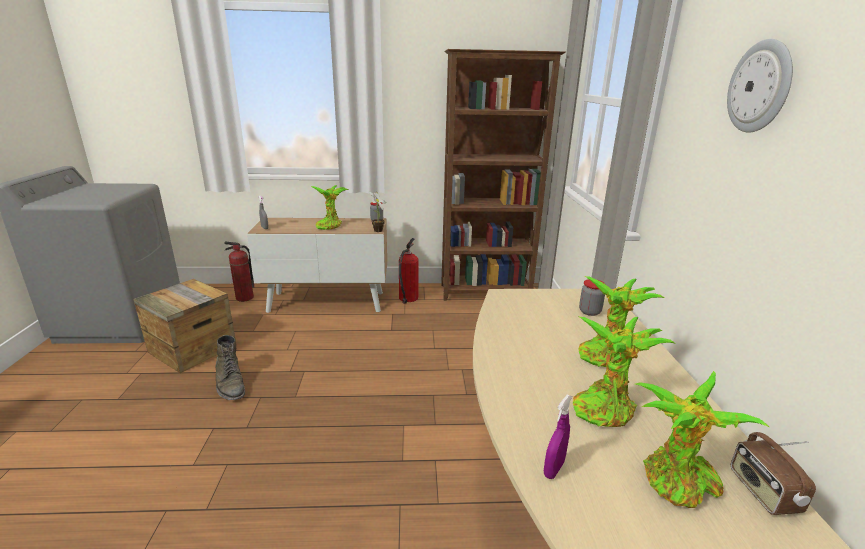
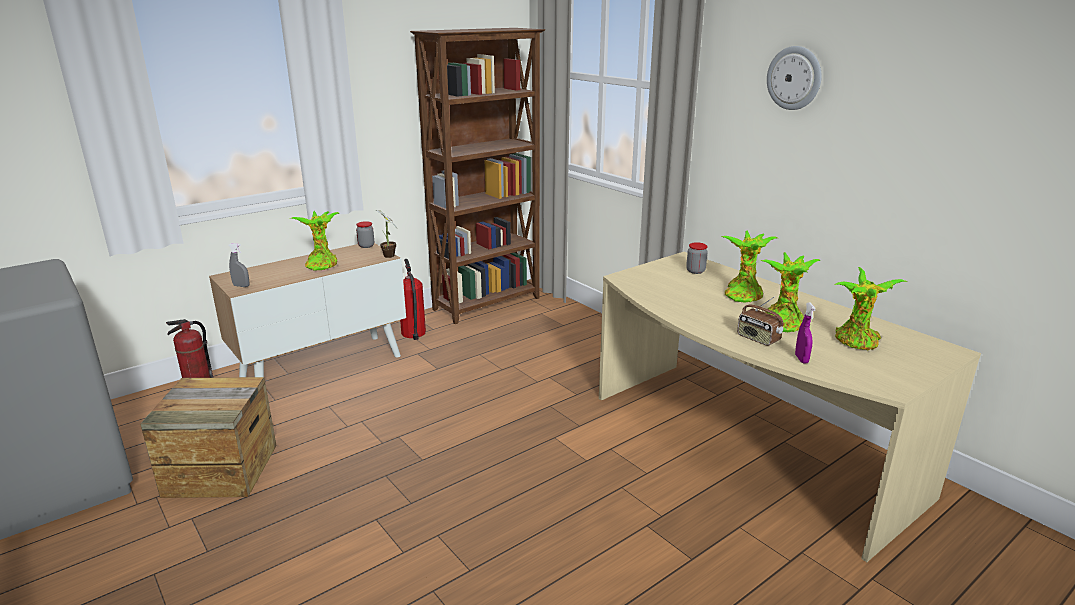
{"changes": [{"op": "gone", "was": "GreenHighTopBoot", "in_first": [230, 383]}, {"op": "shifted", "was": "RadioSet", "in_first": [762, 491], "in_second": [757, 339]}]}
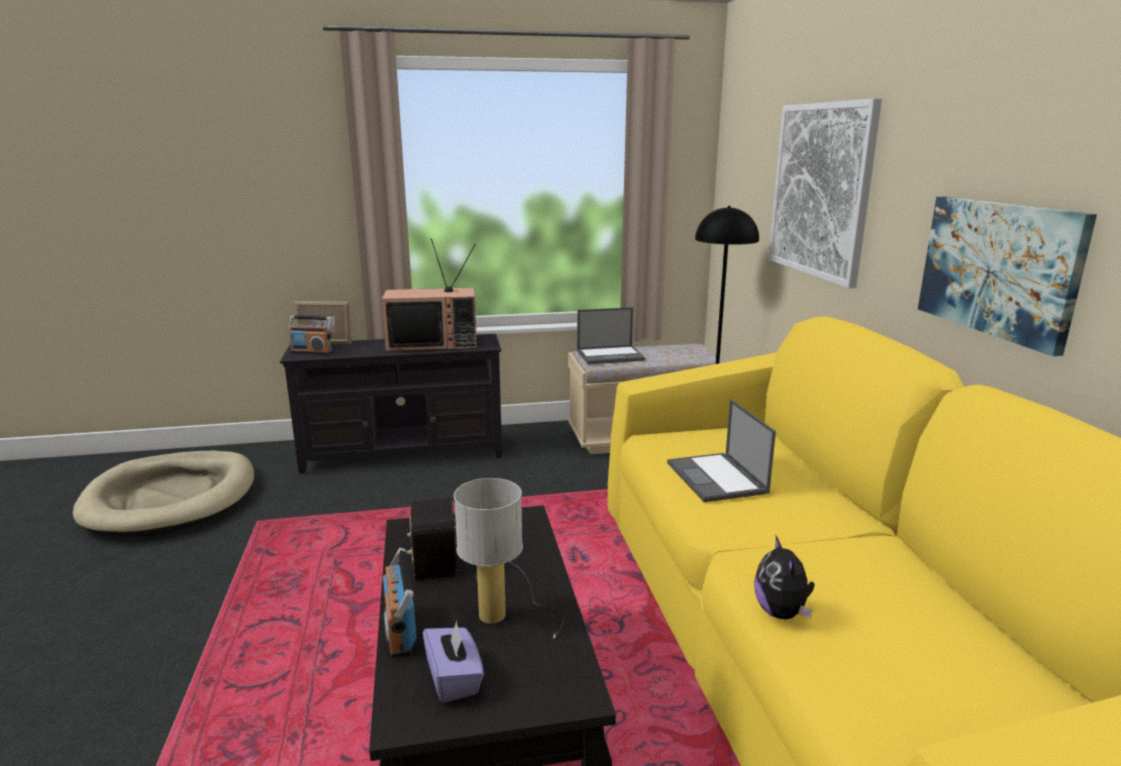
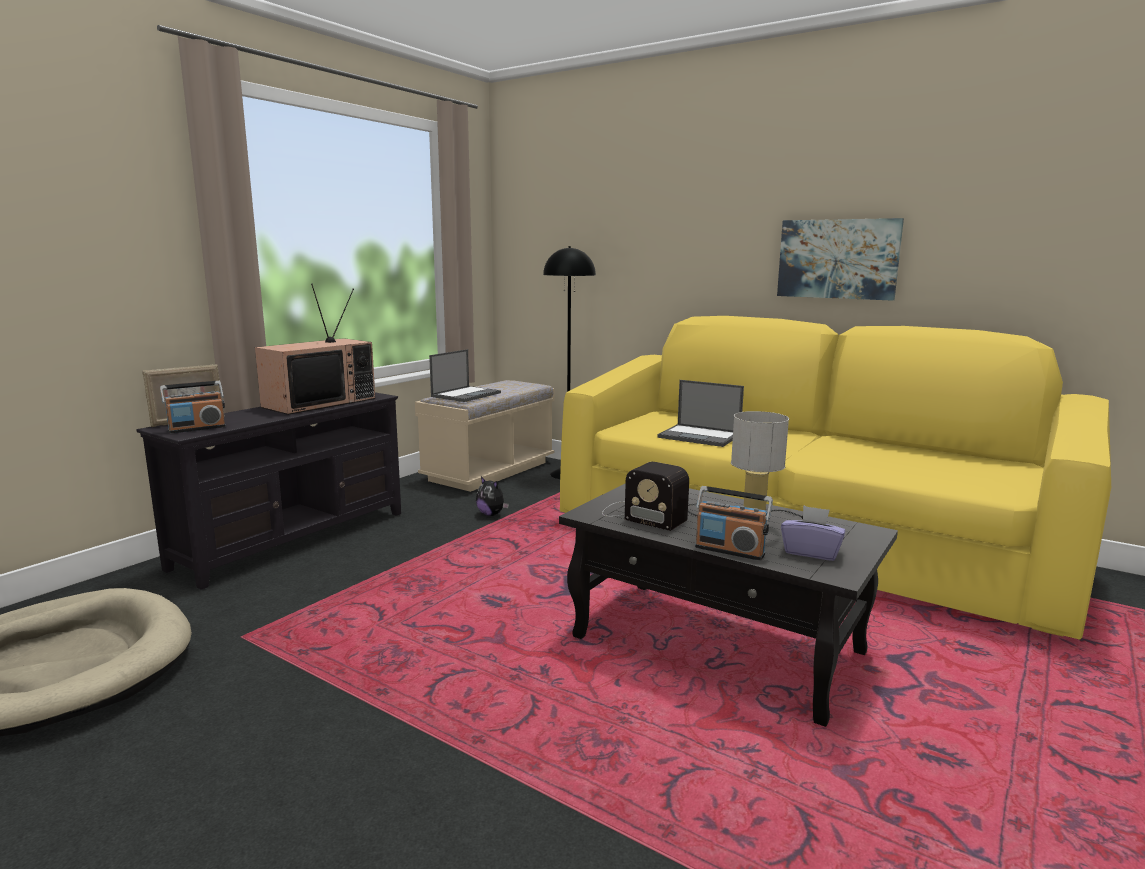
{"changes": [{"op": "shifted", "was": "PlushToy", "in_first": [781, 613], "in_second": [491, 514]}, {"op": "gone", "was": "WallPicture", "in_first": [820, 190]}]}
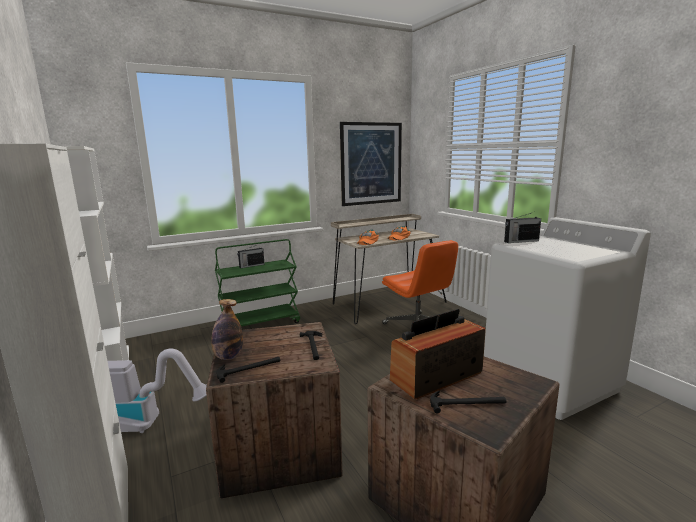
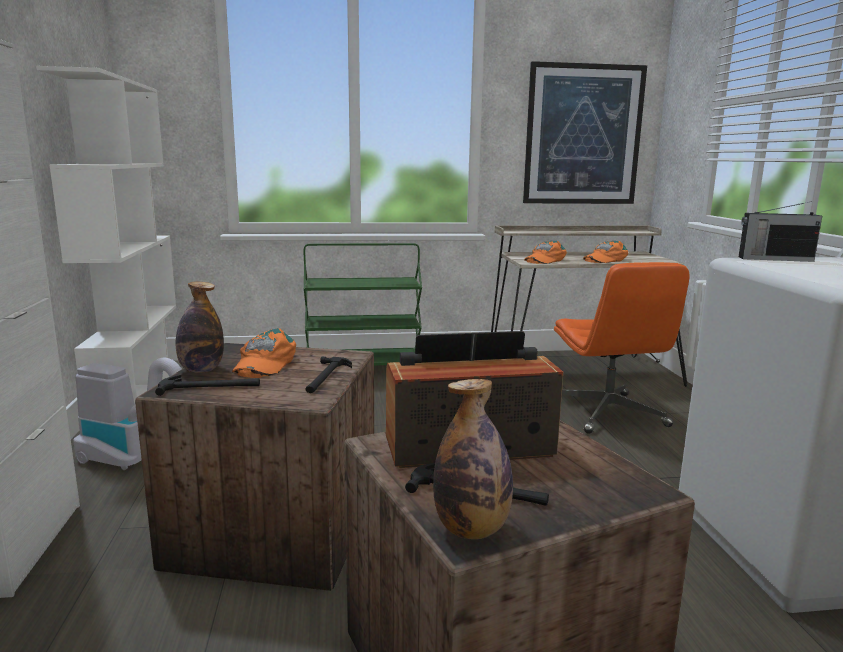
{"changes": [{"op": "gone", "was": "RadioSet", "in_first": [251, 265]}, {"op": "new", "now": "OrangeCap", "in_second": [264, 363]}, {"op": "new", "now": "BeverageBottle", "in_second": [472, 529]}]}
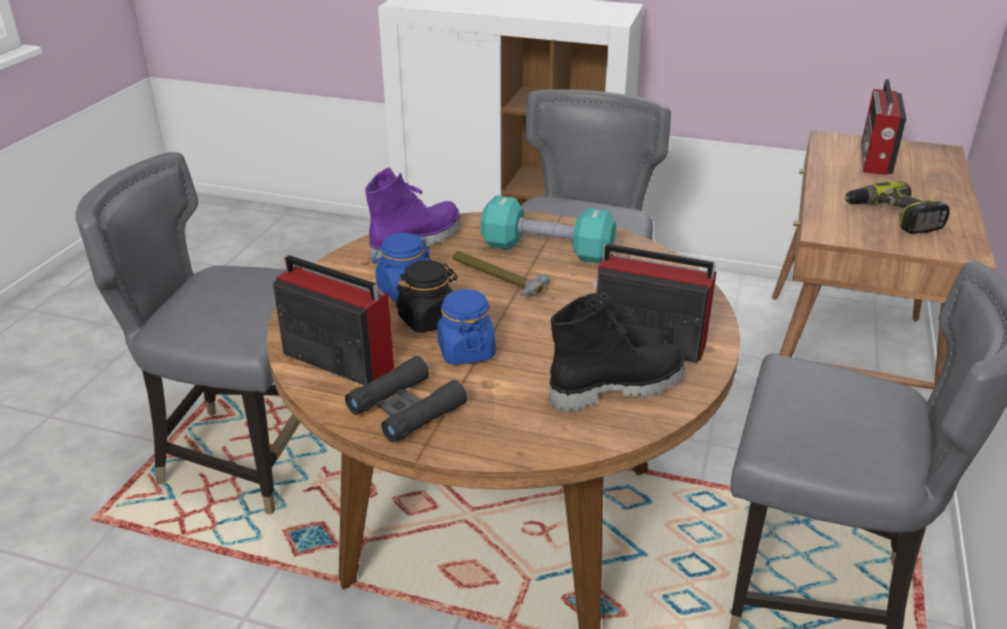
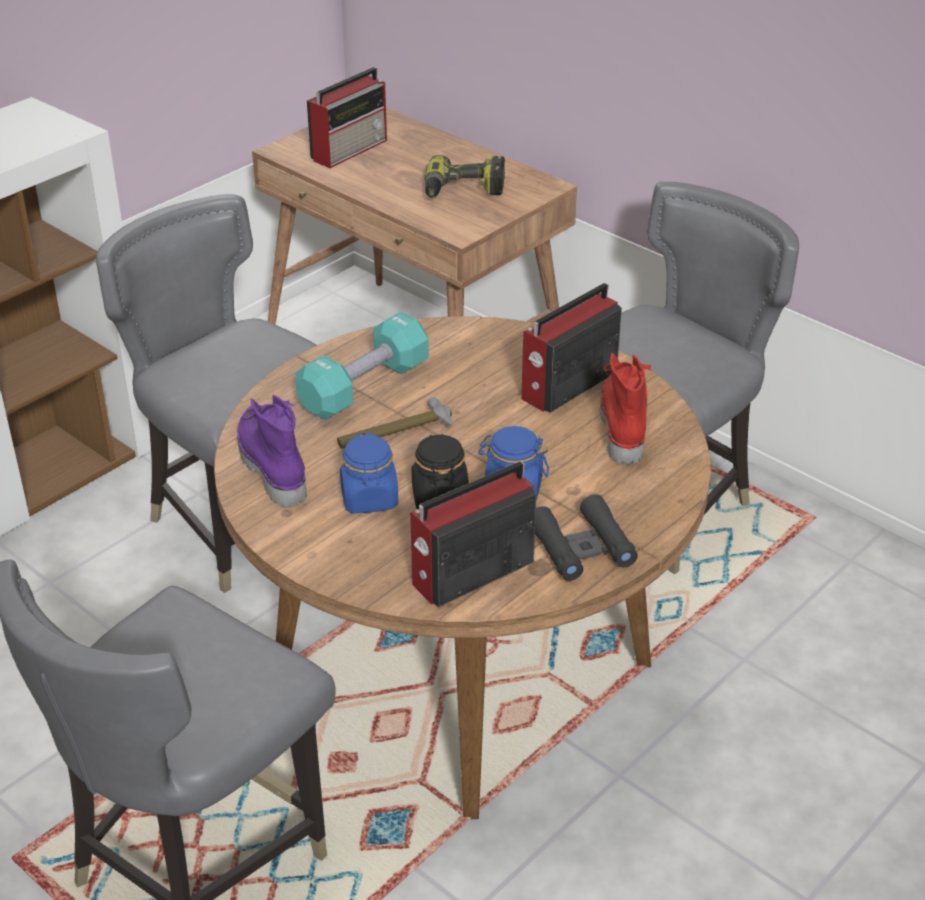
{"changes": [{"op": "repainted", "was": "BlackHighTopBoot", "now": "RedHighTopBoot", "in_first": [615, 387], "in_second": [622, 424]}, {"op": "rotated", "was": "RadioSet", "in_first": [875, 160], "in_second": [351, 149], "clockwise": -90}]}
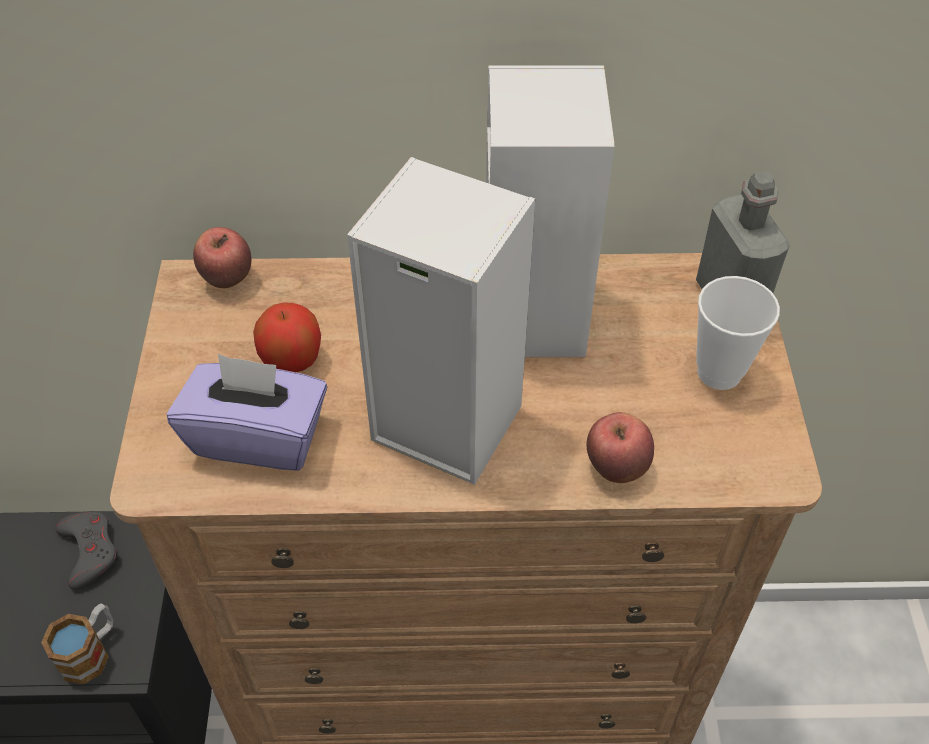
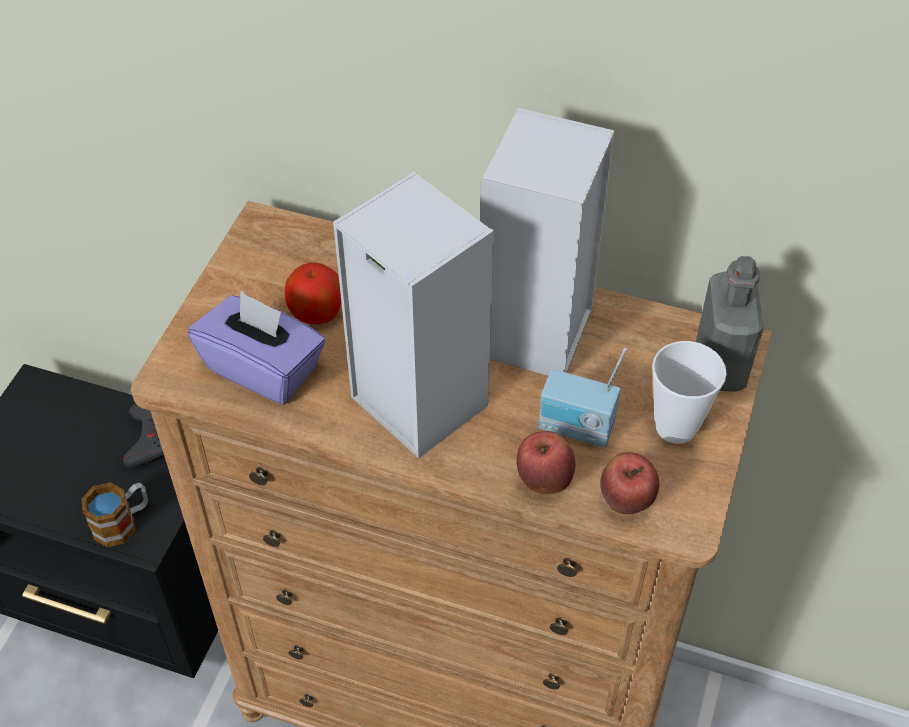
{"changes": [{"op": "shifted", "was": "WholeApple", "in_first": [227, 279], "in_second": [626, 501]}, {"op": "new", "now": "RadioSet", "in_second": [575, 429]}]}
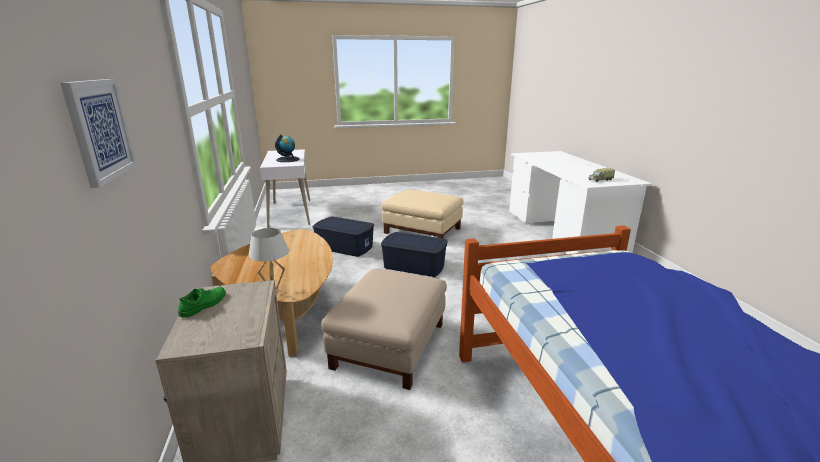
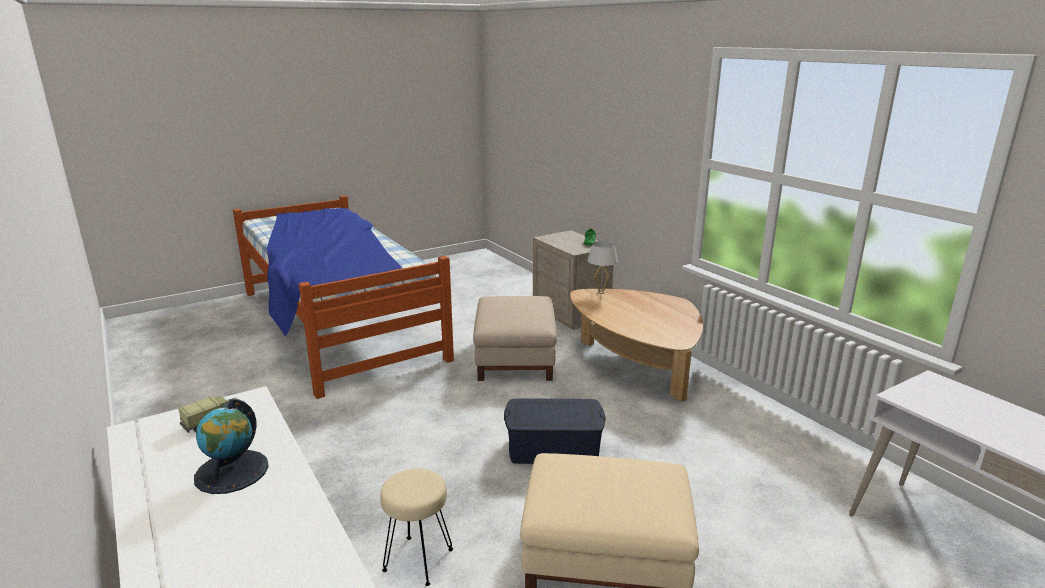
{"changes": [{"op": "gone", "was": "WallPicture", "in_first": [99, 130]}, {"op": "shifted", "was": "WorldGlobe", "in_first": [288, 159], "in_second": [232, 471]}, {"op": "gone", "was": "BlueStorageBox", "in_first": [345, 247]}, {"op": "new", "now": "BeigeStool", "in_second": [419, 560]}]}
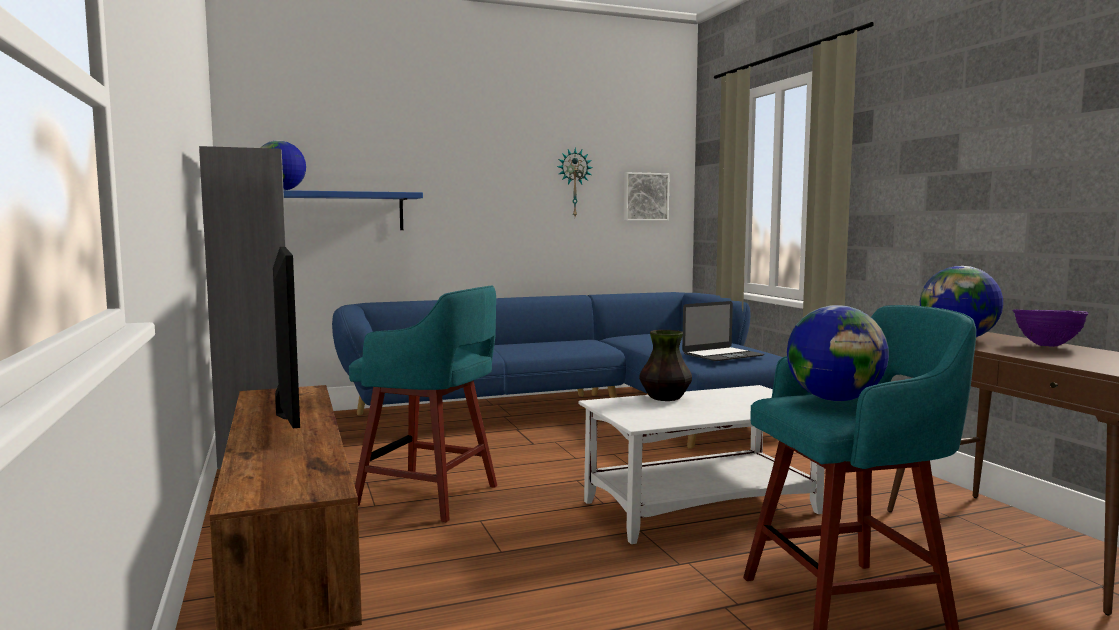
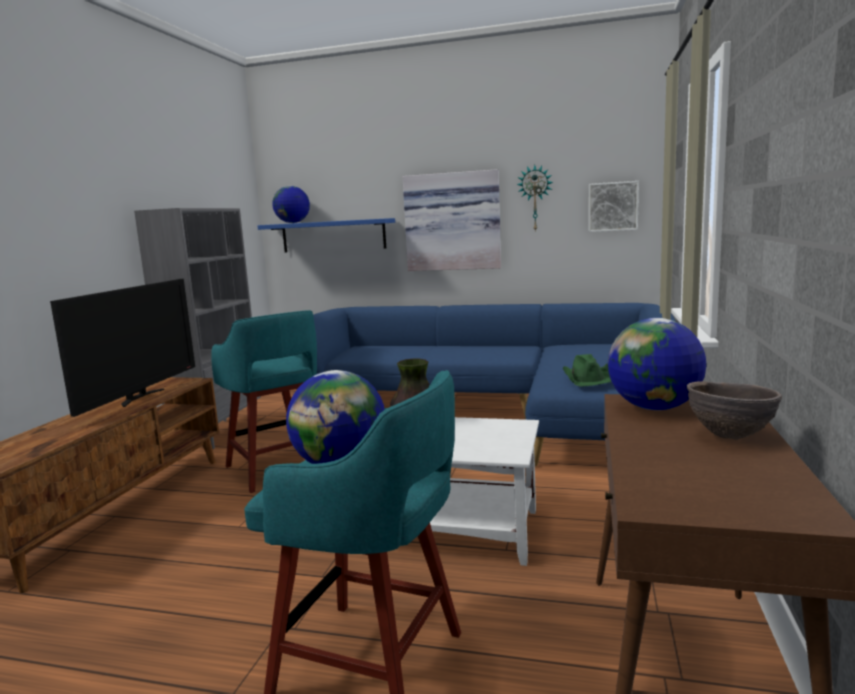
{"changes": [{"op": "swapped", "was": "NotebookComputer", "now": "GreenWearableHat", "in_first": [722, 354], "in_second": [588, 378]}, {"op": "repainted", "was": "PurpleDeepDish", "now": "BrownishDeepDish", "in_first": [1047, 346], "in_second": [730, 436]}, {"op": "new", "now": "WallPicture", "in_second": [452, 221]}]}
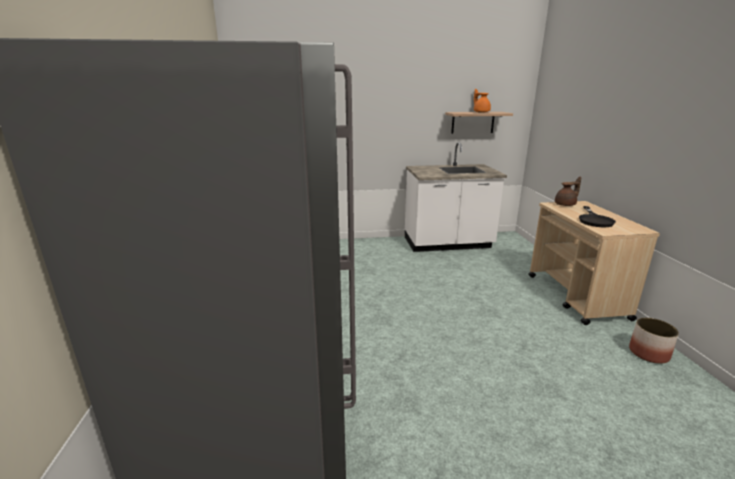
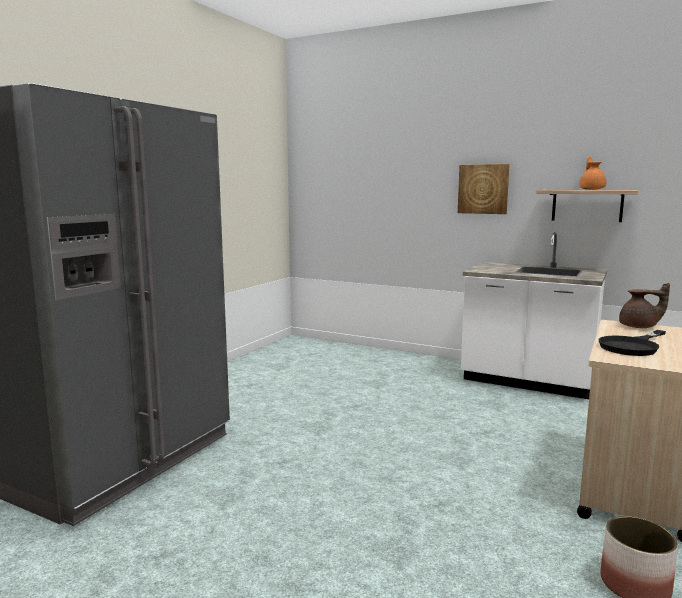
{"changes": [{"op": "new", "now": "WallPicture", "in_second": [483, 189]}]}
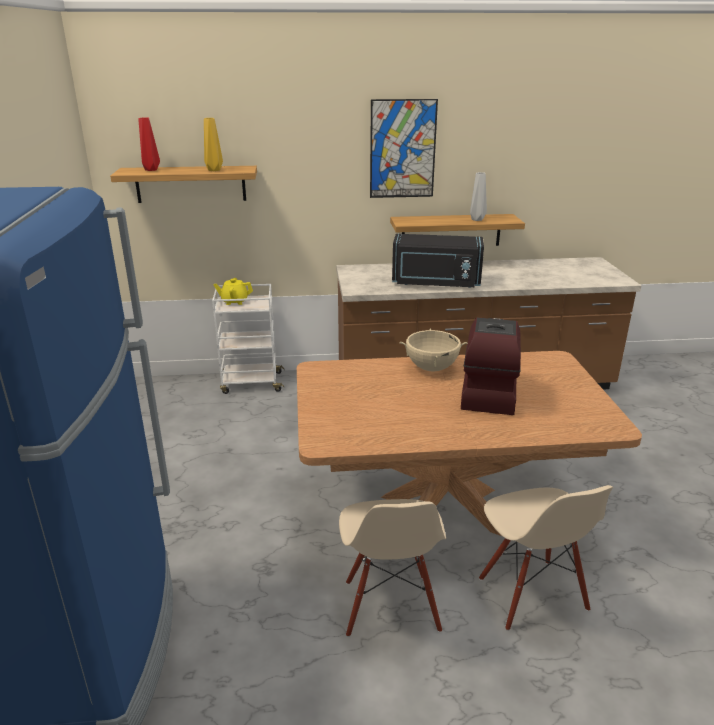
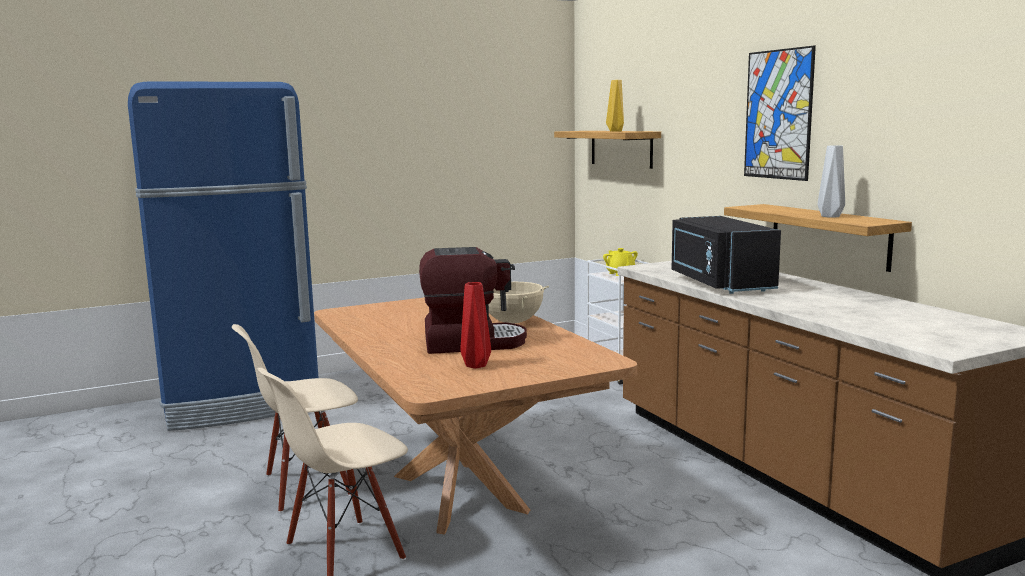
{"changes": [{"op": "shifted", "was": "RedFlowerVase", "in_first": [152, 170], "in_second": [476, 366]}]}
